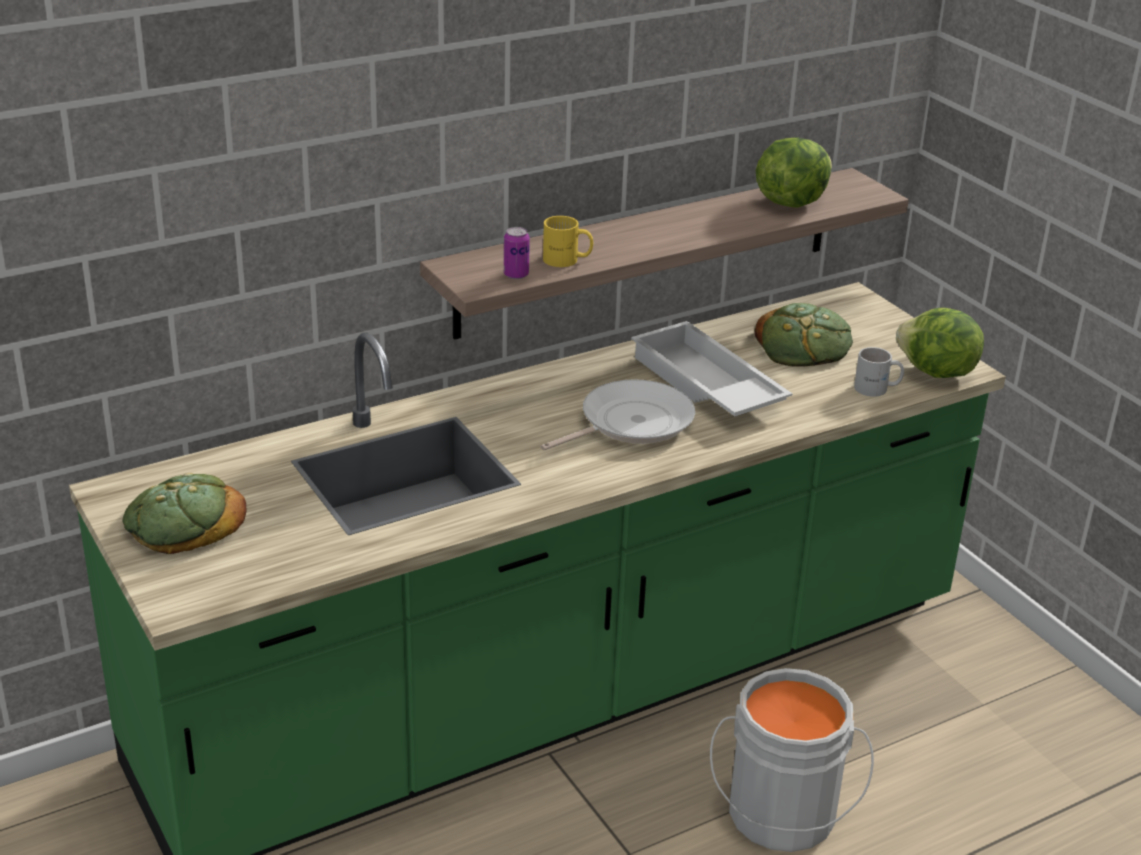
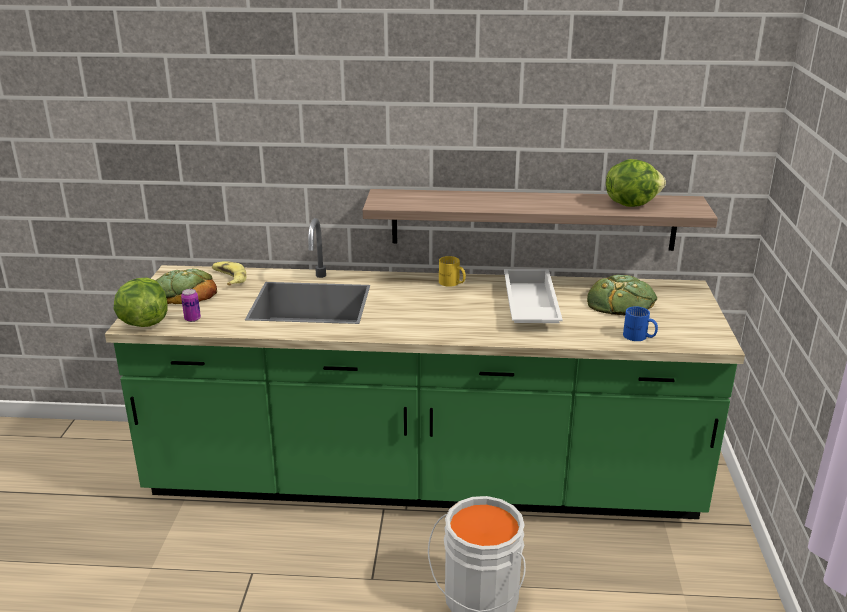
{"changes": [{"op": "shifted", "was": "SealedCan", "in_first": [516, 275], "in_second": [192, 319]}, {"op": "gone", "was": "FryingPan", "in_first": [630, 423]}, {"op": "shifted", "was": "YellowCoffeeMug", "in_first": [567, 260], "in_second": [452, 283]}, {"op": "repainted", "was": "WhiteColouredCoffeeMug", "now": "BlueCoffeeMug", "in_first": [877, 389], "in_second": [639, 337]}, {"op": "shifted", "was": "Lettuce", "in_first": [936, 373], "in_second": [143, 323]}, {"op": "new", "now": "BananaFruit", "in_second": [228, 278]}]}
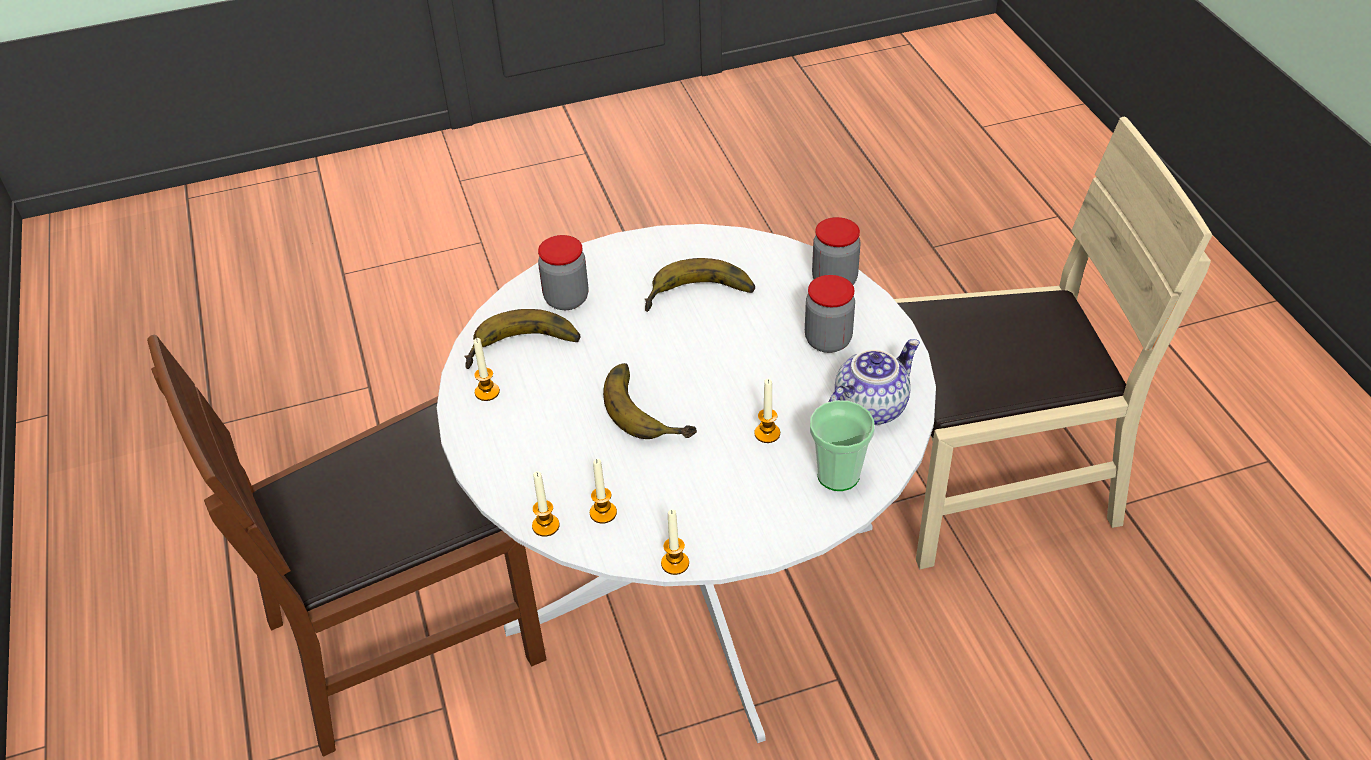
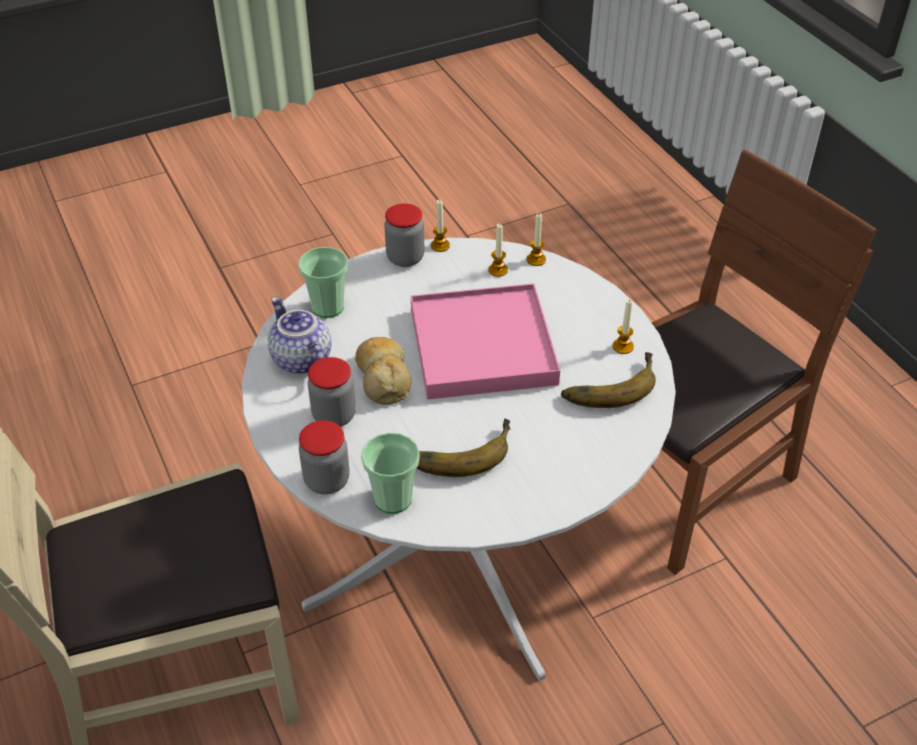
{"changes": [{"op": "shifted", "was": "StorageJar", "in_first": [566, 299], "in_second": [405, 258]}, {"op": "swapped", "was": "BananaFruit", "now": "PinkColouredCarryingTray", "in_first": [650, 406], "in_second": [483, 346]}, {"op": "gone", "was": "WaxLight", "in_first": [767, 433]}, {"op": "rotated", "was": "TeaPot", "in_first": [869, 406], "in_second": [300, 360], "clockwise": 105}, {"op": "new", "now": "Bread", "in_second": [383, 377]}, {"op": "new", "now": "SmallCup", "in_second": [393, 499]}]}
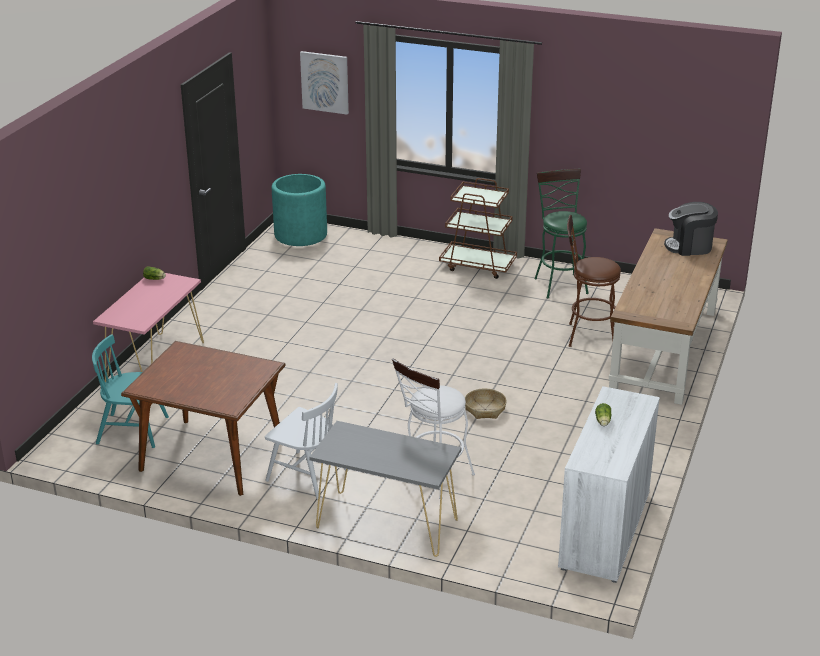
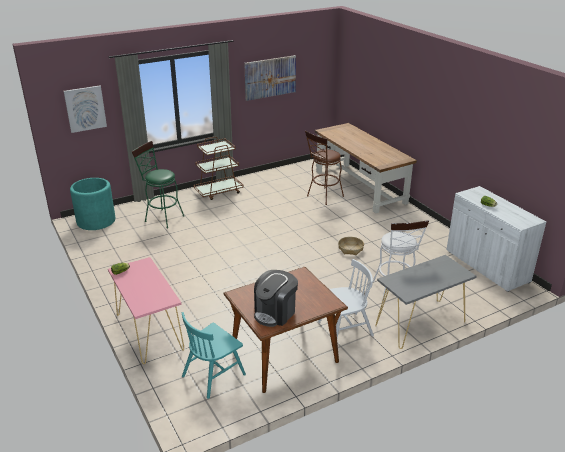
{"changes": [{"op": "shifted", "was": "GreenStool", "in_first": [559, 283], "in_second": [161, 218]}, {"op": "shifted", "was": "CoffeeMaker", "in_first": [689, 247], "in_second": [275, 313]}, {"op": "new", "now": "WallPicture", "in_second": [270, 77]}]}
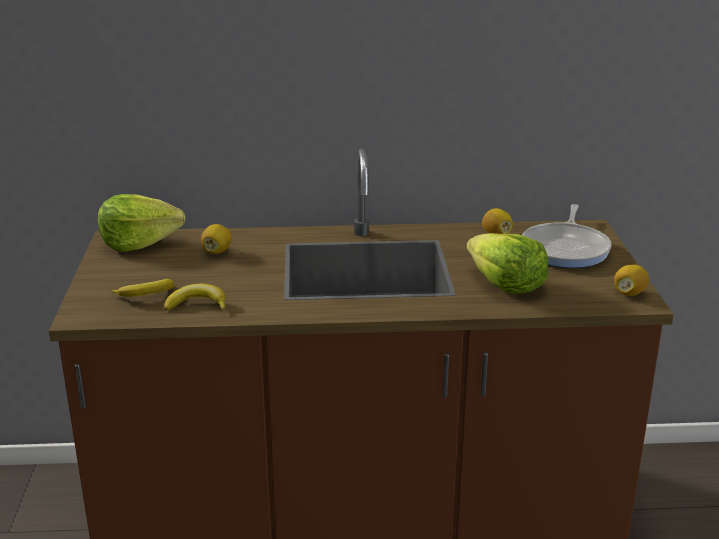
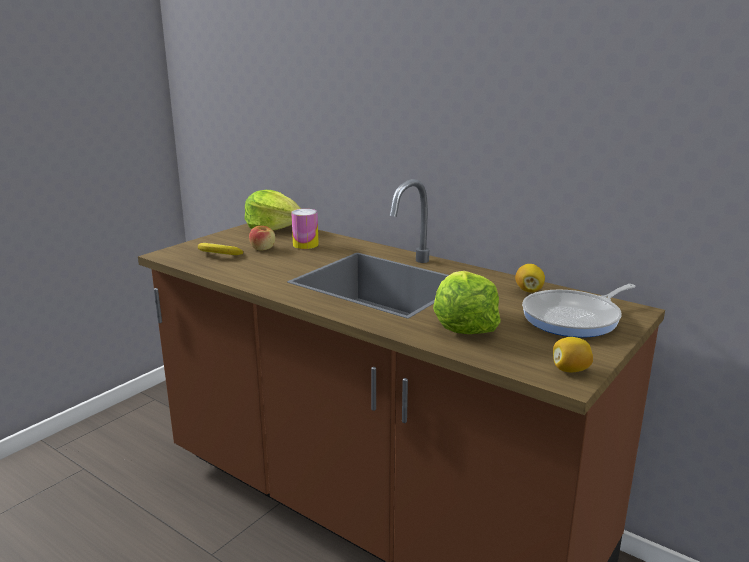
{"changes": [{"op": "gone", "was": "BananaFruit", "in_first": [198, 305]}, {"op": "swapped", "was": "WholeLemon", "now": "SealedCan", "in_first": [217, 252], "in_second": [305, 245]}, {"op": "new", "now": "WholeApple", "in_second": [263, 248]}]}
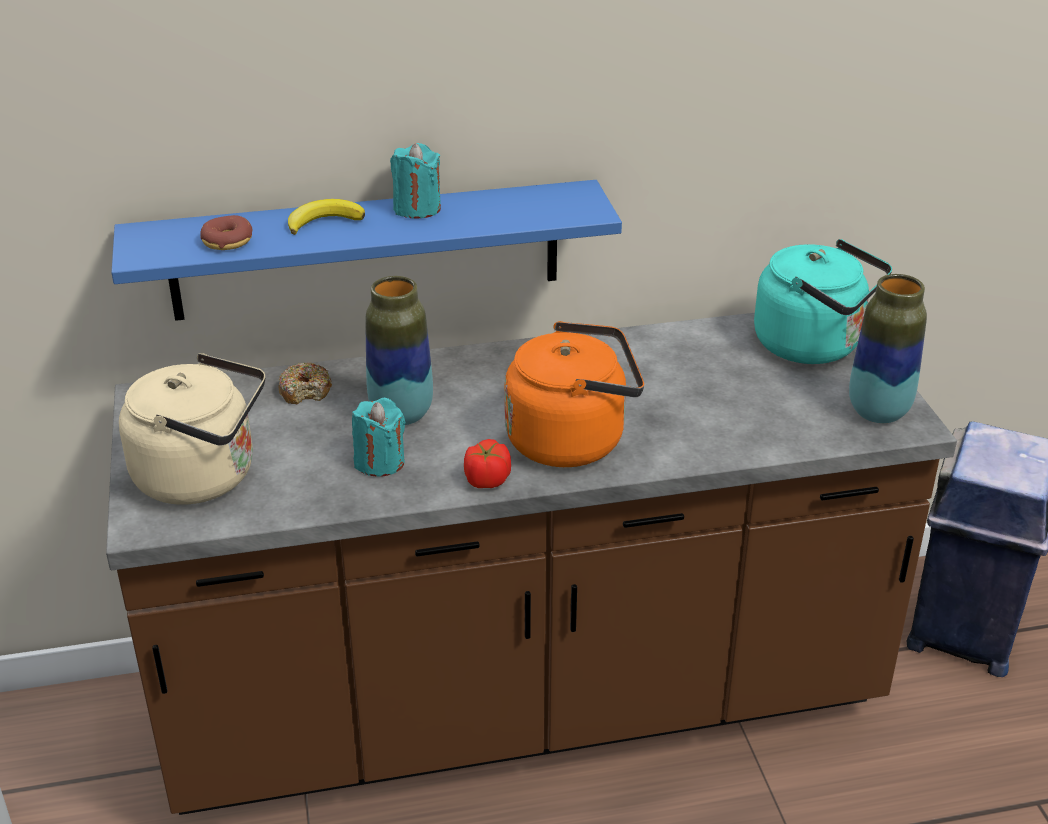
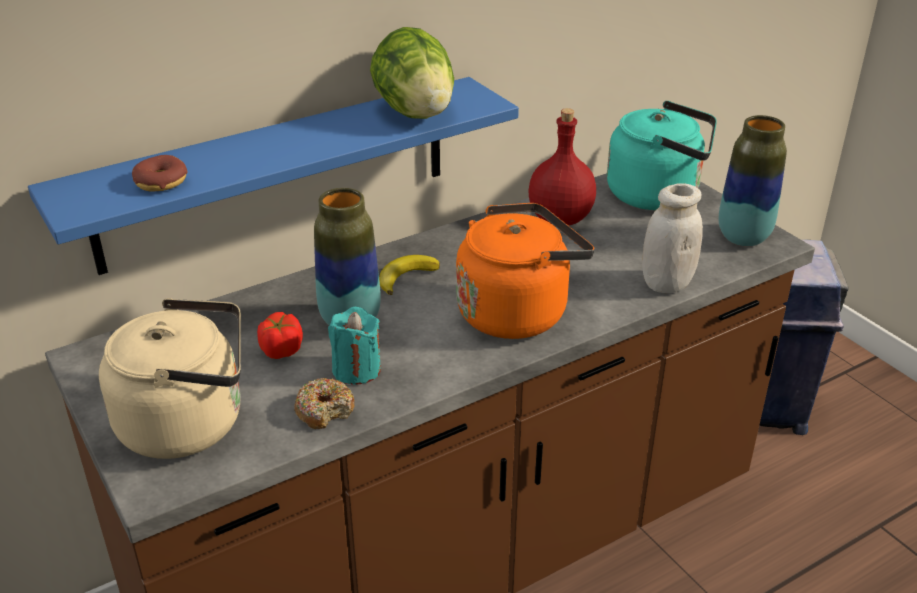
{"changes": [{"op": "shifted", "was": "Donut", "in_first": [306, 391], "in_second": [325, 410]}, {"op": "shifted", "was": "BananaFruit", "in_first": [324, 221], "in_second": [405, 277]}, {"op": "gone", "was": "TurquoiseWaxLight", "in_first": [417, 208]}, {"op": "shifted", "was": "FreshTomato", "in_first": [487, 480], "in_second": [281, 350]}, {"op": "new", "now": "Lettuce", "in_second": [415, 112]}, {"op": "new", "now": "RedBeverageBottle", "in_second": [561, 218]}, {"op": "new", "now": "WhiteColouredStorageJar", "in_second": [666, 283]}]}
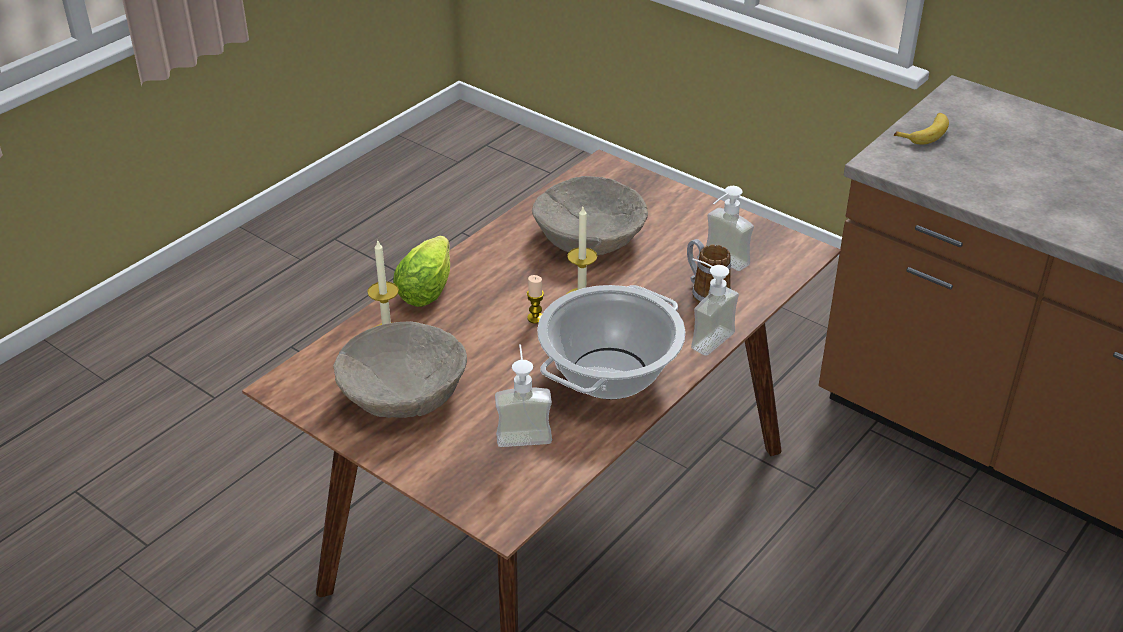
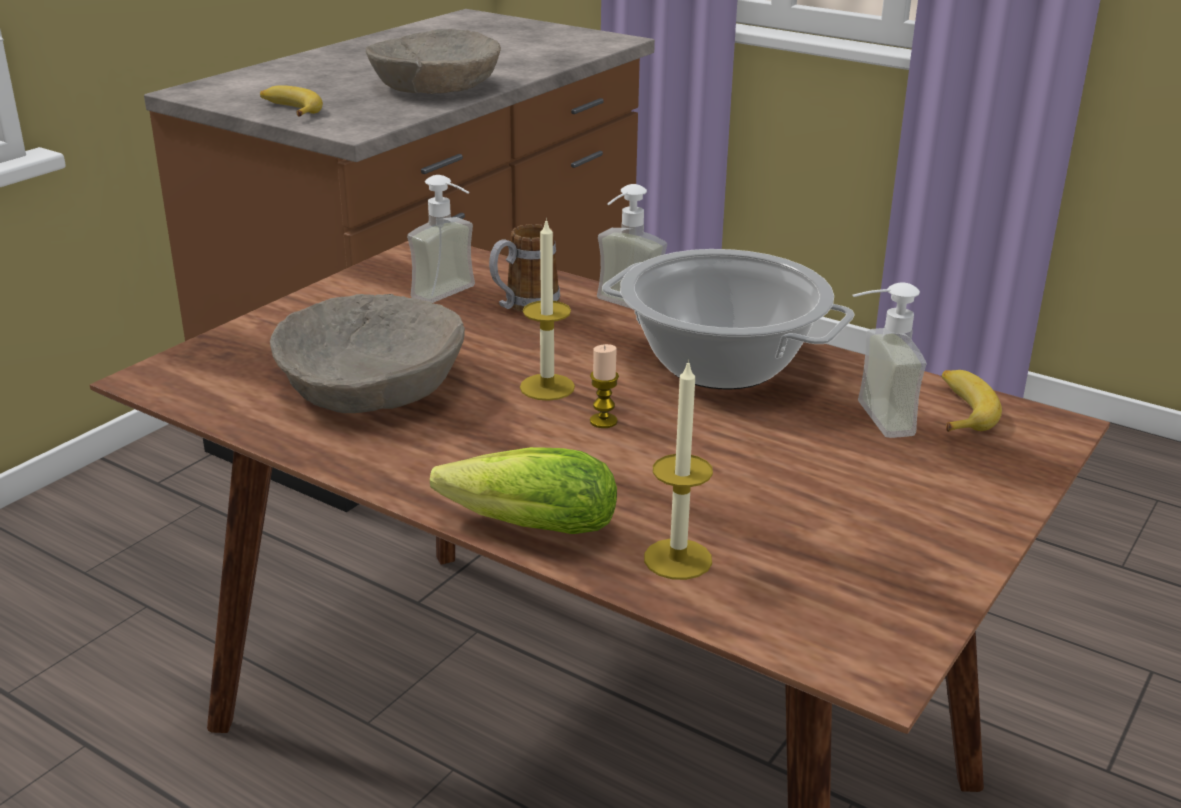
{"changes": [{"op": "shifted", "was": "BeigeDeepDish", "in_first": [403, 391], "in_second": [435, 87]}, {"op": "new", "now": "BananaFruit", "in_second": [960, 410]}]}
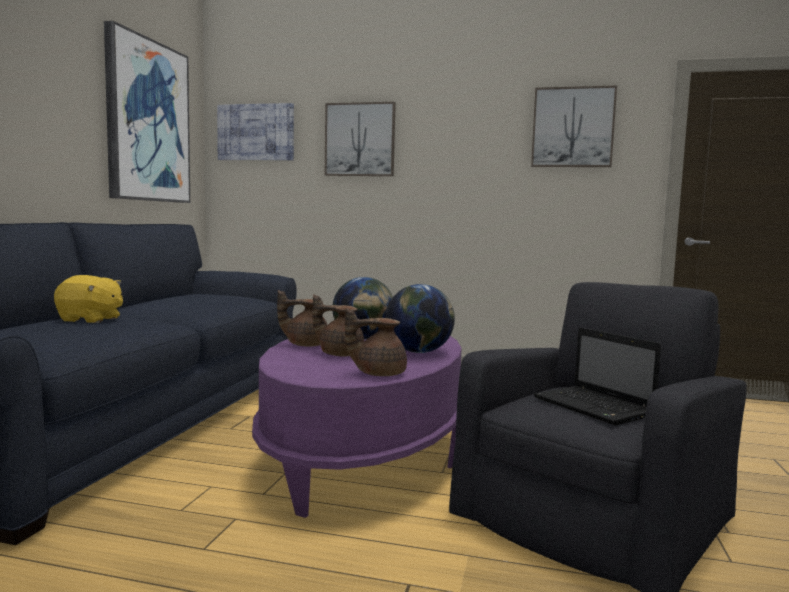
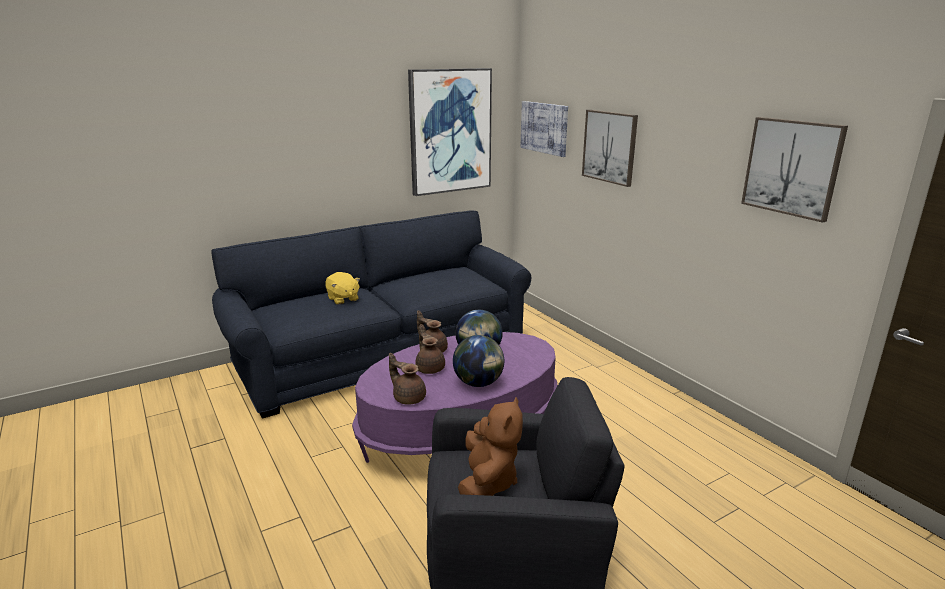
{"changes": [{"op": "swapped", "was": "NotebookComputer", "now": "BrownishPlushToy", "in_first": [595, 407], "in_second": [488, 482]}]}
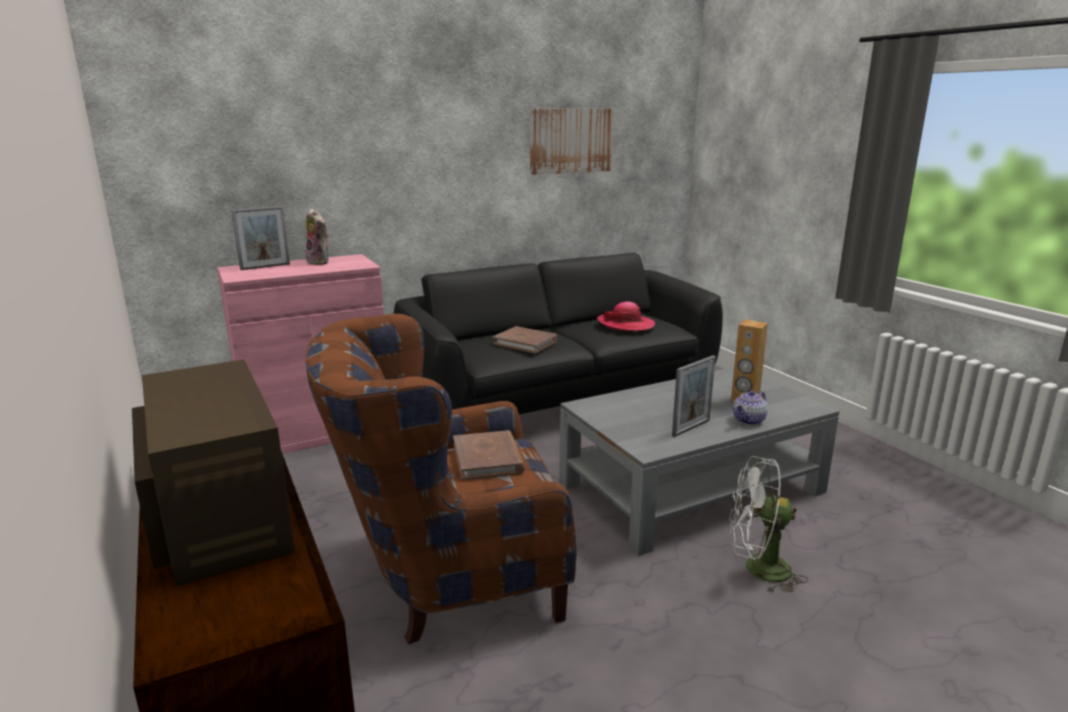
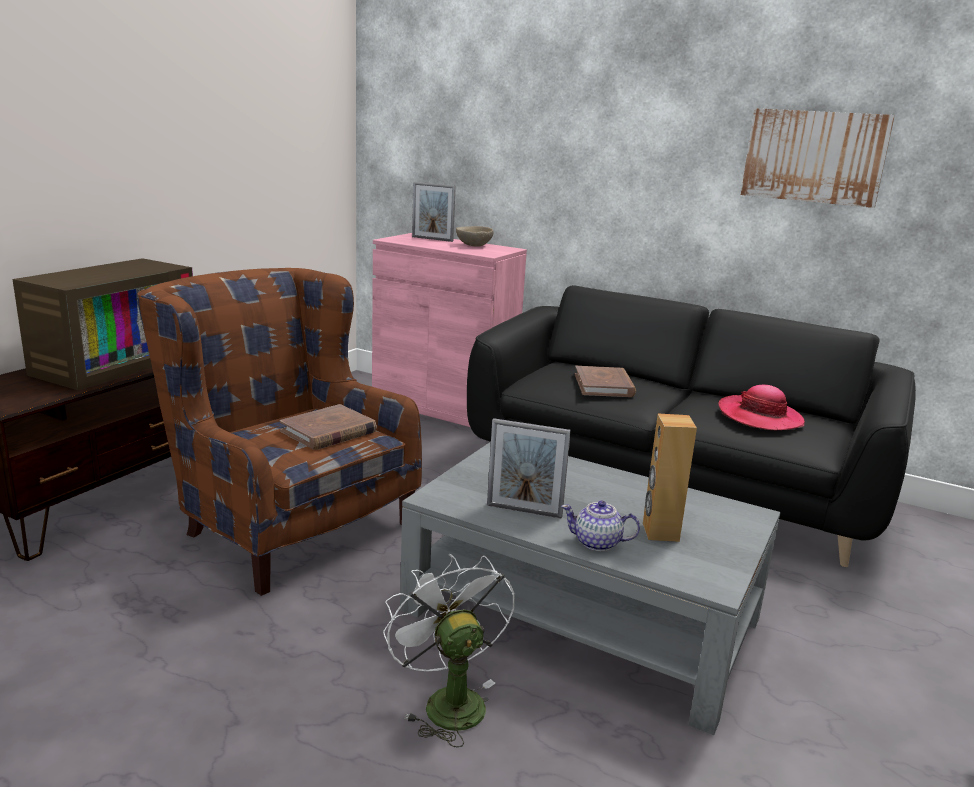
{"changes": [{"op": "swapped", "was": "PlushToy", "now": "BeigeDeepDish", "in_first": [320, 262], "in_second": [473, 245]}]}
